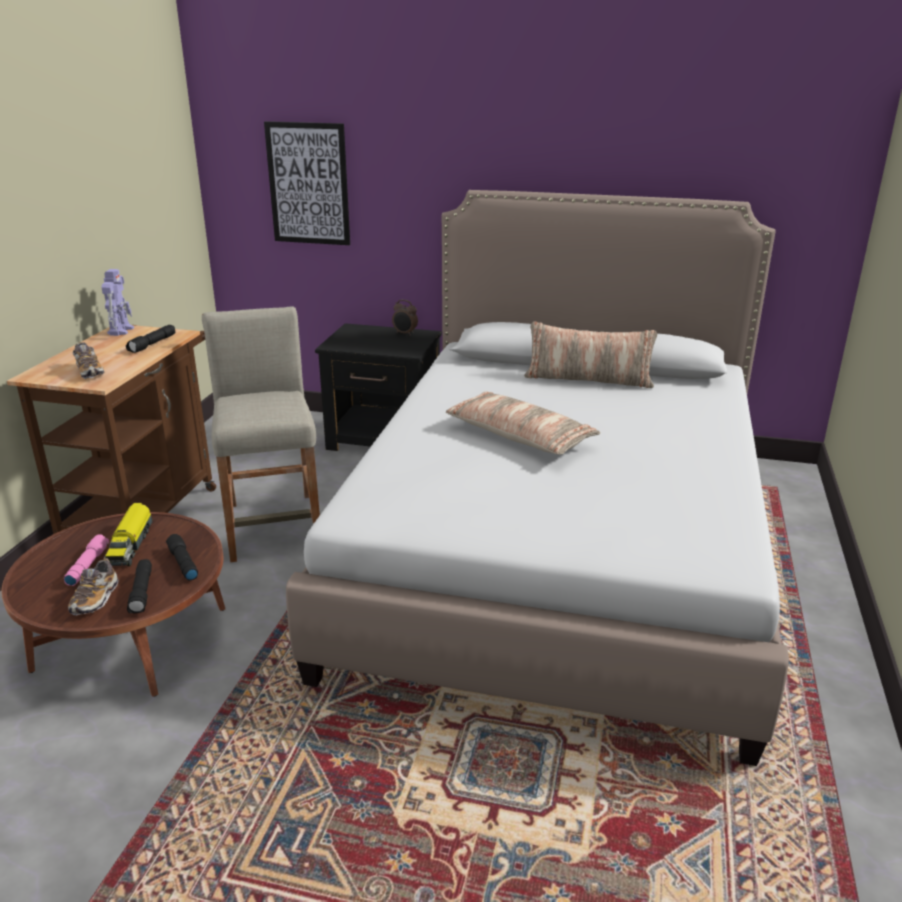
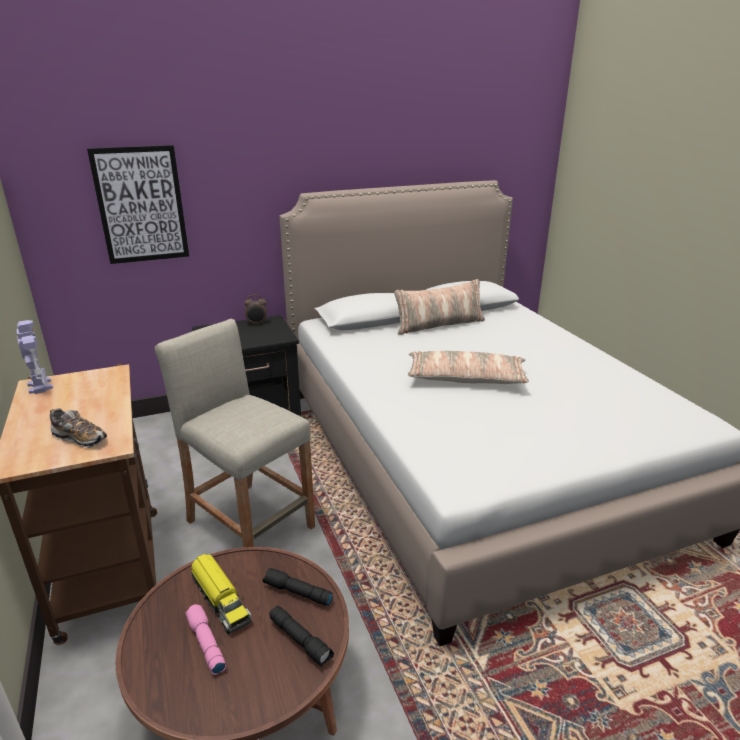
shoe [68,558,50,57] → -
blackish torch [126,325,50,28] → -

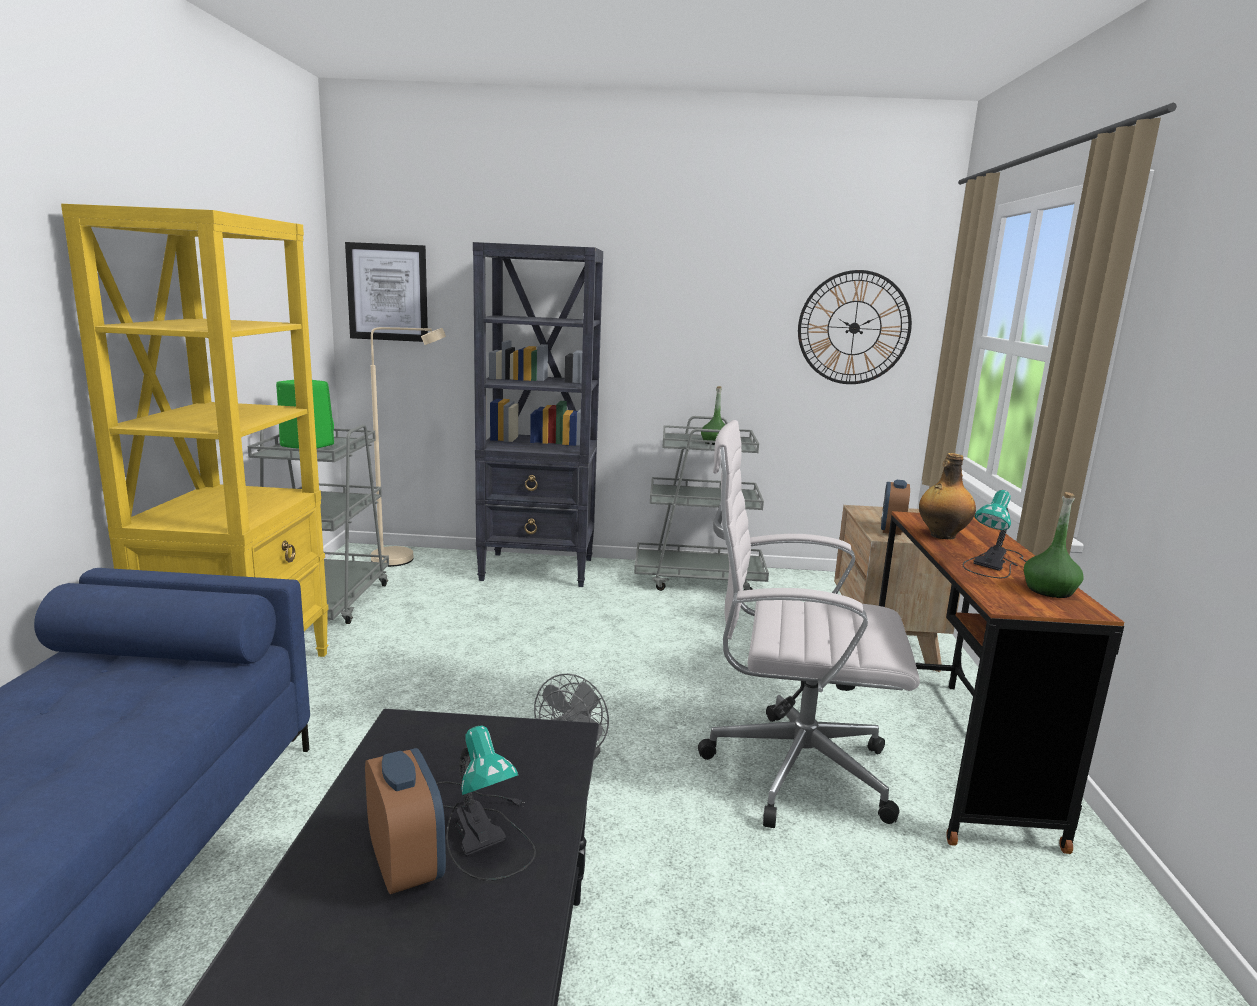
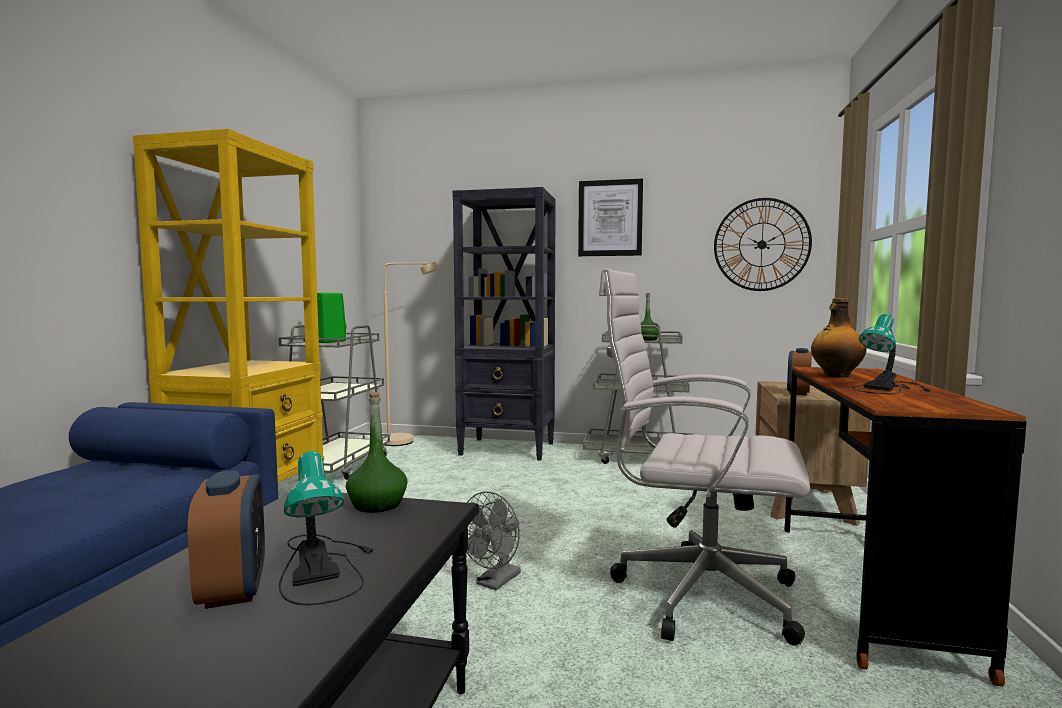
wall art [345,242,83,100] → wall art [578,179,65,77], moved
greenish drink bottle [1024,492,60,106] → greenish drink bottle [346,392,61,121], moved

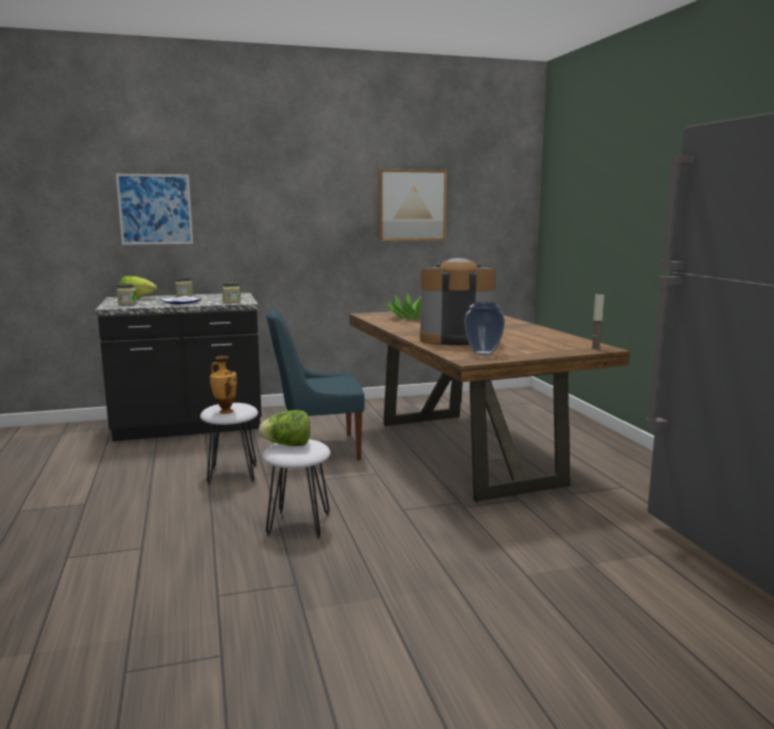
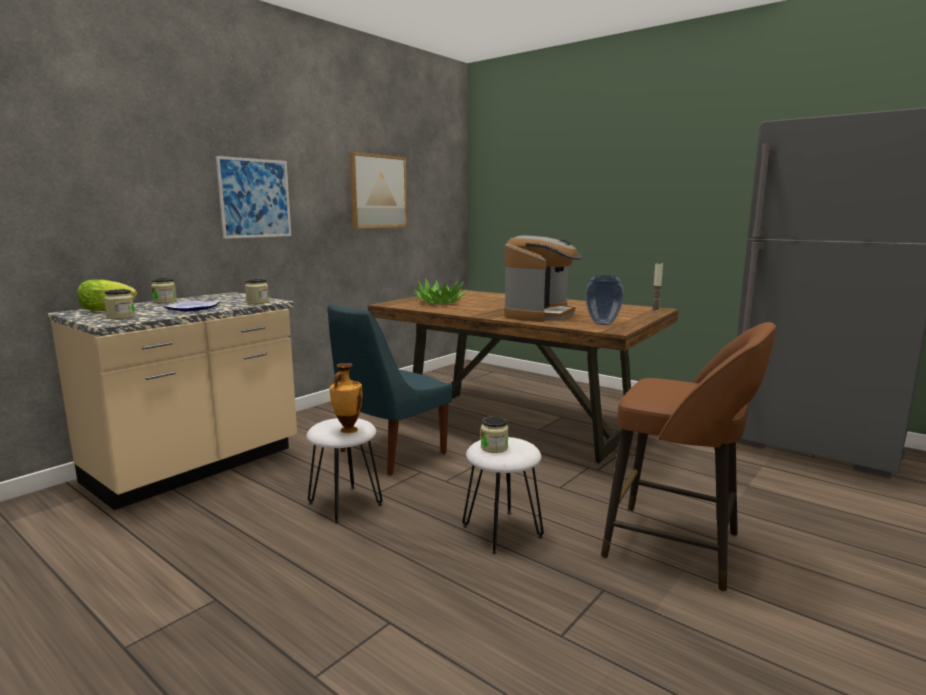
blackish counter [95,293,167,148] → sand-coloured counter [48,292,249,218]
wall art [116,174,77,71] → wall art [216,156,75,83], moved
head of lettuce [259,410,51,36] → storage jar [481,416,28,37]
coffee machine [420,258,76,87] → coffee machine [504,236,78,86], 150 degrees clockwise
- → brown-coloured stool [601,322,175,270]

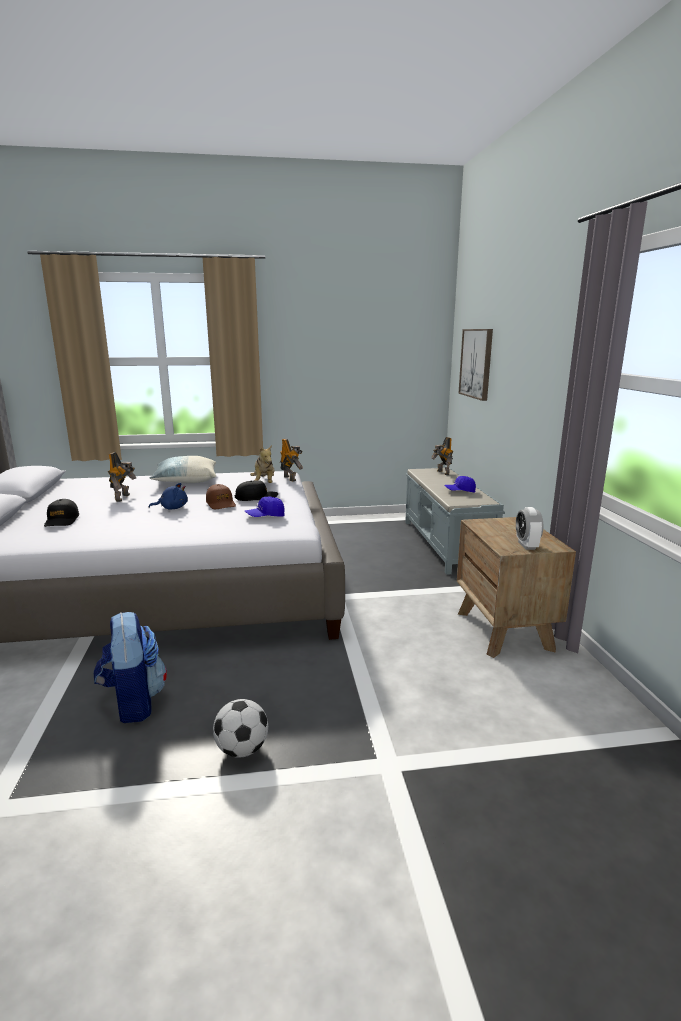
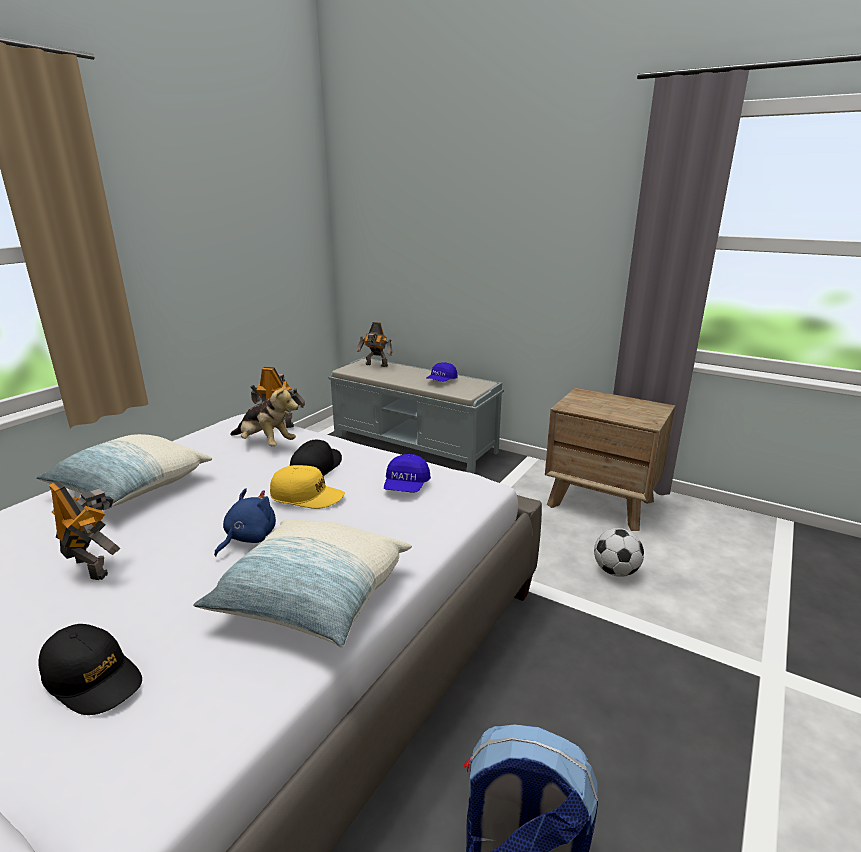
brown-coloured baseball cap [206,484,30,25] → yellowish baseball cap [270,465,75,44]
football ball [213,699,55,59] → football ball [594,528,50,49], moved
wall art [458,329,35,72] → -
bedside clock [516,507,27,43] → -
- → pillow [193,519,219,128]

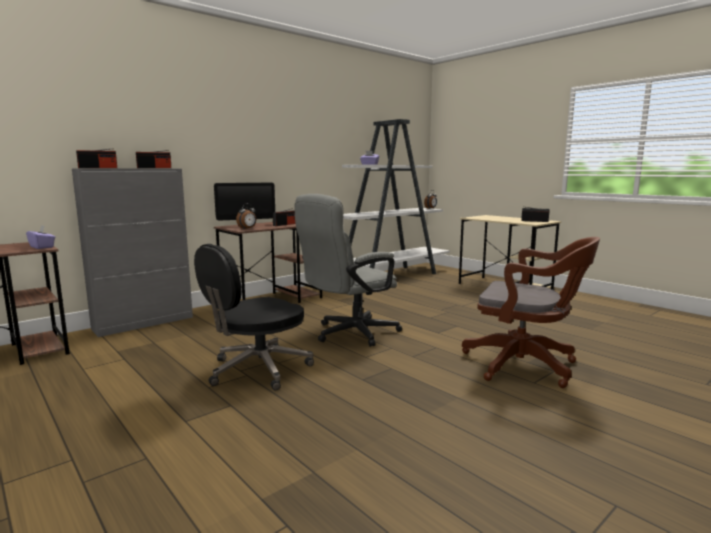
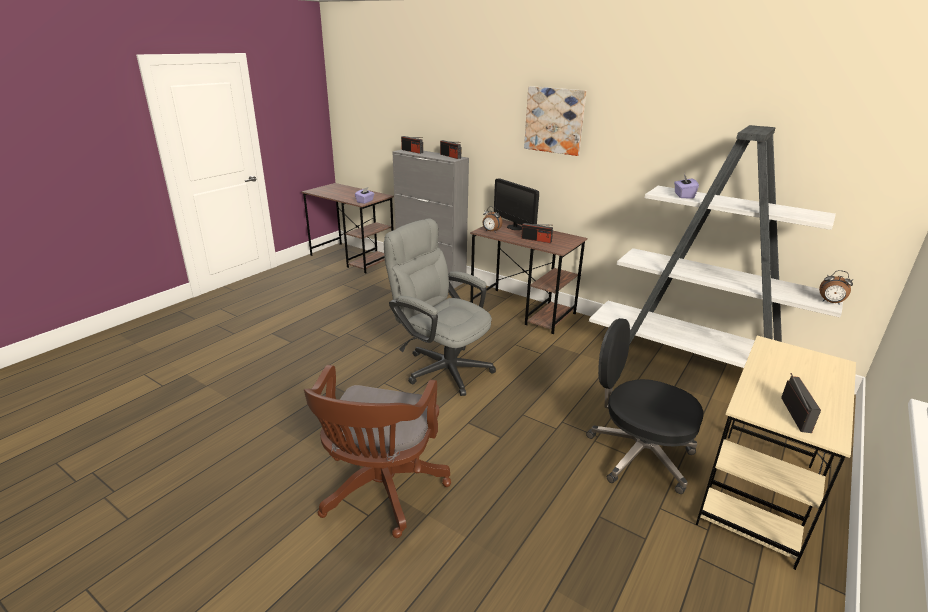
blackish computer chair [194,244,120,146] → blackish computer chair [586,318,117,176], moved
- → wall art [524,86,62,70]

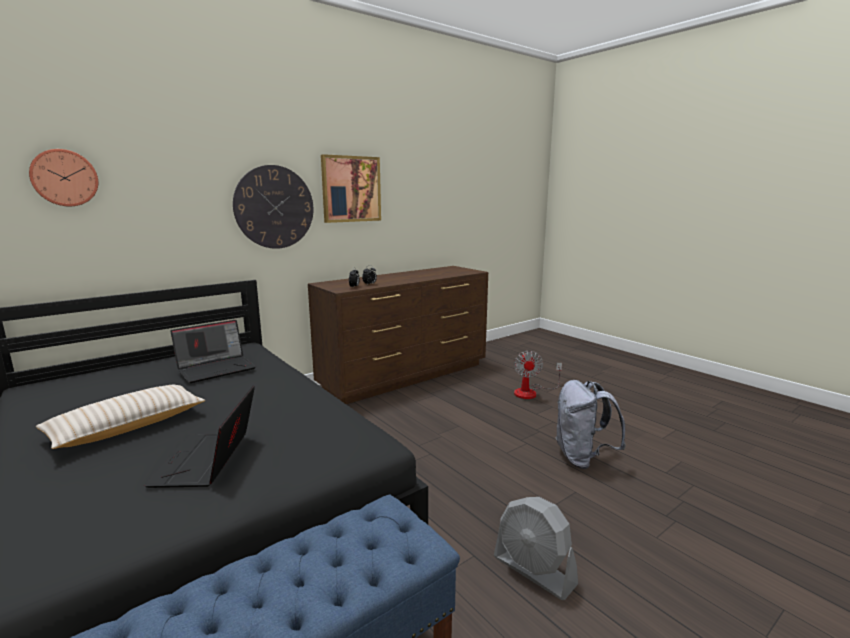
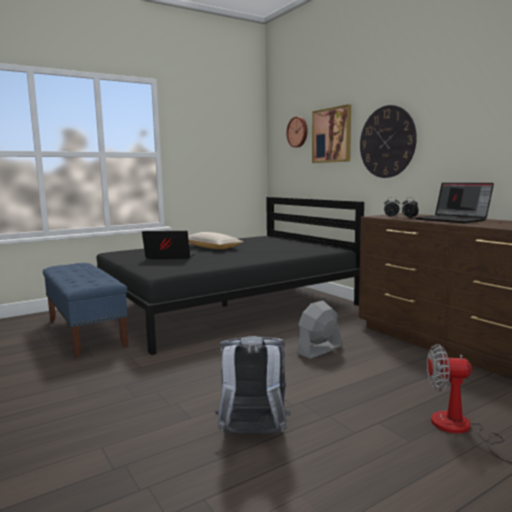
portable computer [170,320,86,63] → portable computer [415,183,79,40], moved
wall art [321,154,60,69] → wall art [312,104,39,59], moved
grey electric fan [494,497,84,103] → grey electric fan [297,301,45,58], moved

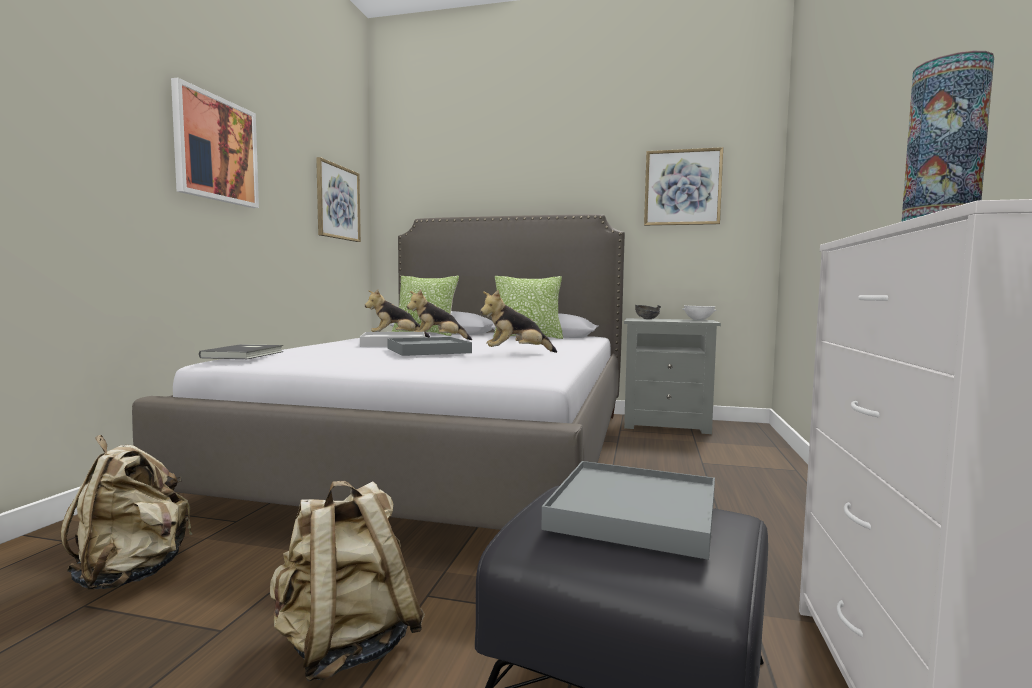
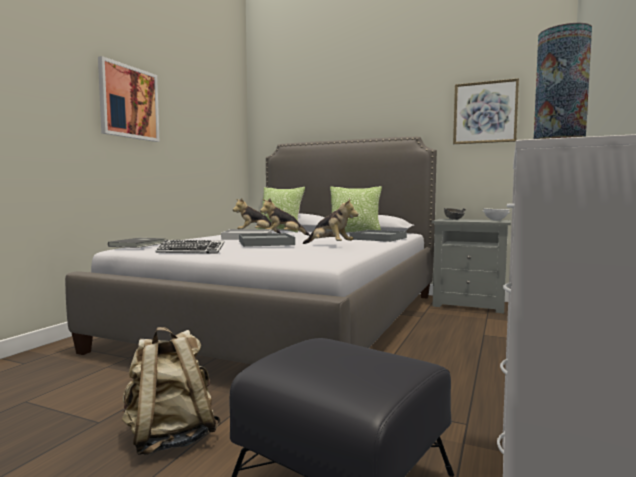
sand-coloured backpack [60,435,132,154] → -
wall art [316,157,45,85] → -
soft toy [480,290,77,63] → soft toy [303,198,55,46], 135 degrees counterclockwise
grey serving tray [541,461,174,99] → grey serving tray [349,230,58,12], moved
- → computer keyboard [155,240,70,14]

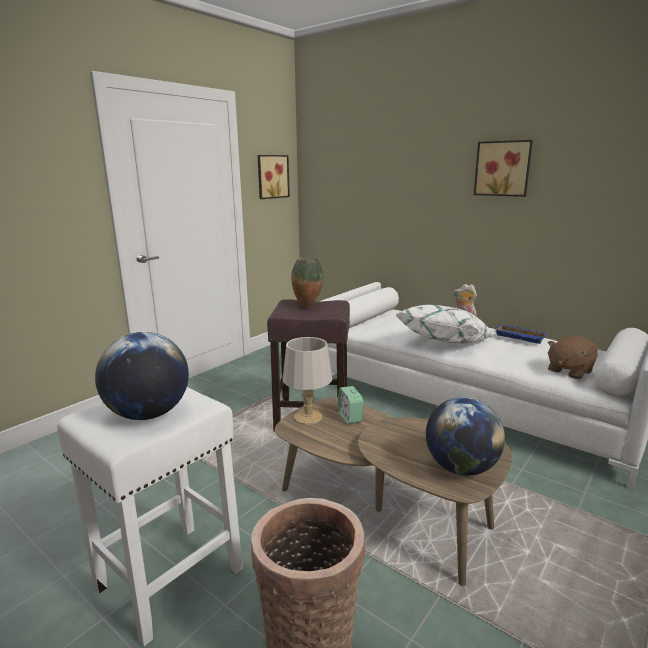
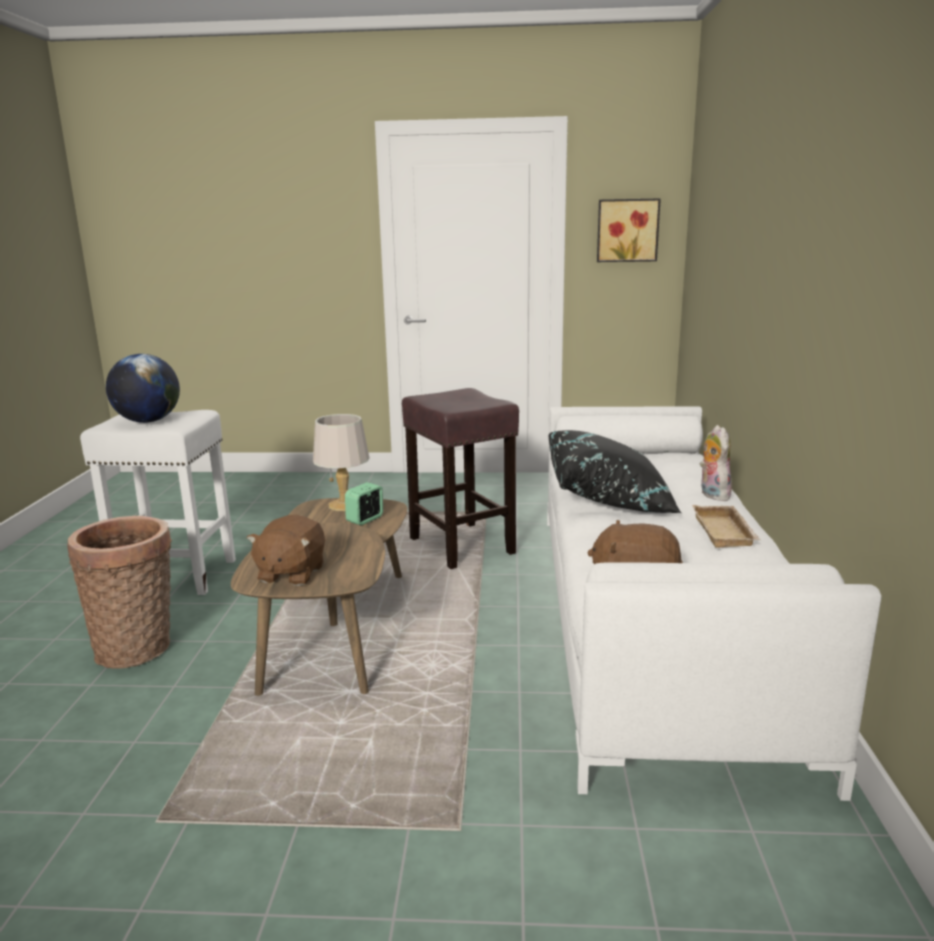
decorative vase [291,258,32,50] → -
white pillow [395,305,102,39] → blackish pillow [548,430,133,83]
globe [426,397,79,79] → brown-coloured soft toy [247,514,78,72]
wall art [474,140,59,57] → -
blue-coloured serving tray [495,324,52,20] → sand-coloured serving tray [692,505,68,43]

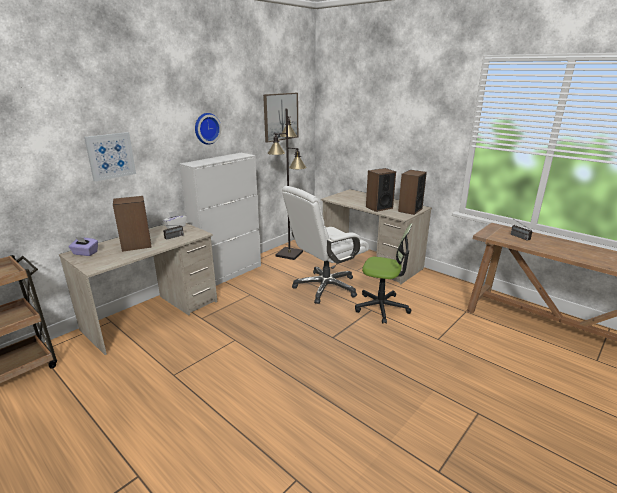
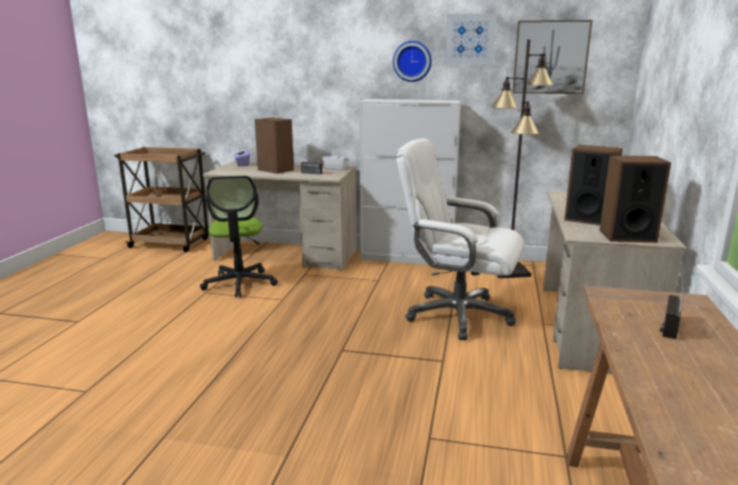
wall art [84,132,52,49] → wall art [445,13,51,51], moved
computer chair [355,223,57,101] → computer chair [200,176,78,122], moved

